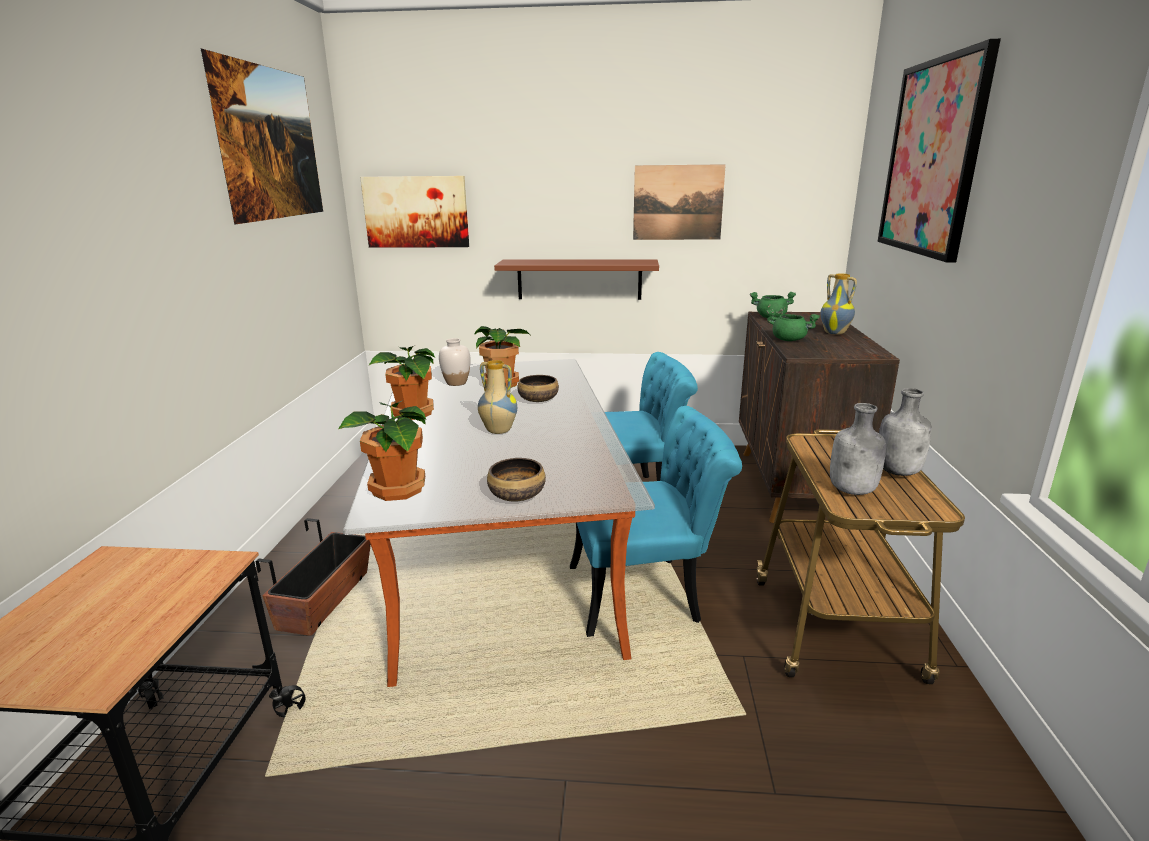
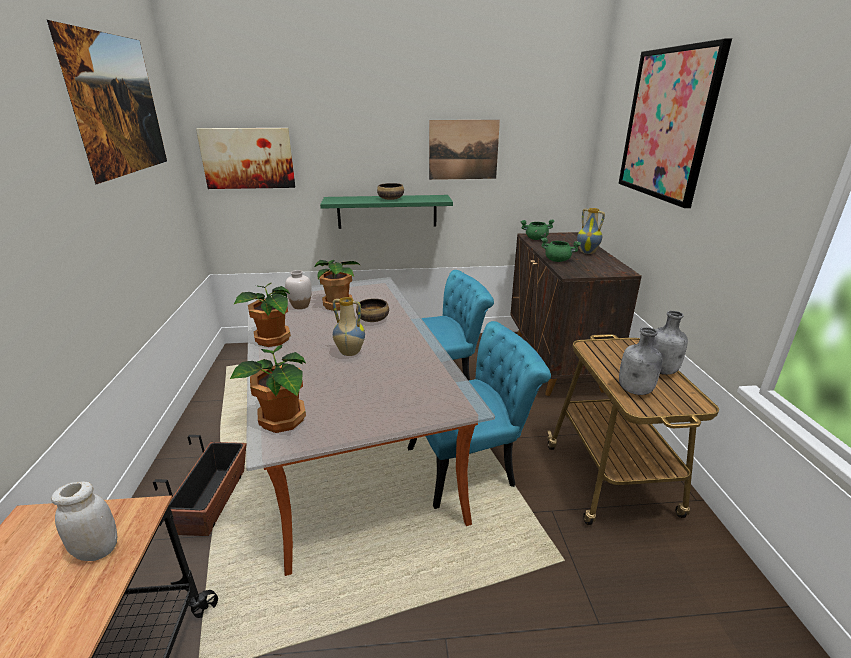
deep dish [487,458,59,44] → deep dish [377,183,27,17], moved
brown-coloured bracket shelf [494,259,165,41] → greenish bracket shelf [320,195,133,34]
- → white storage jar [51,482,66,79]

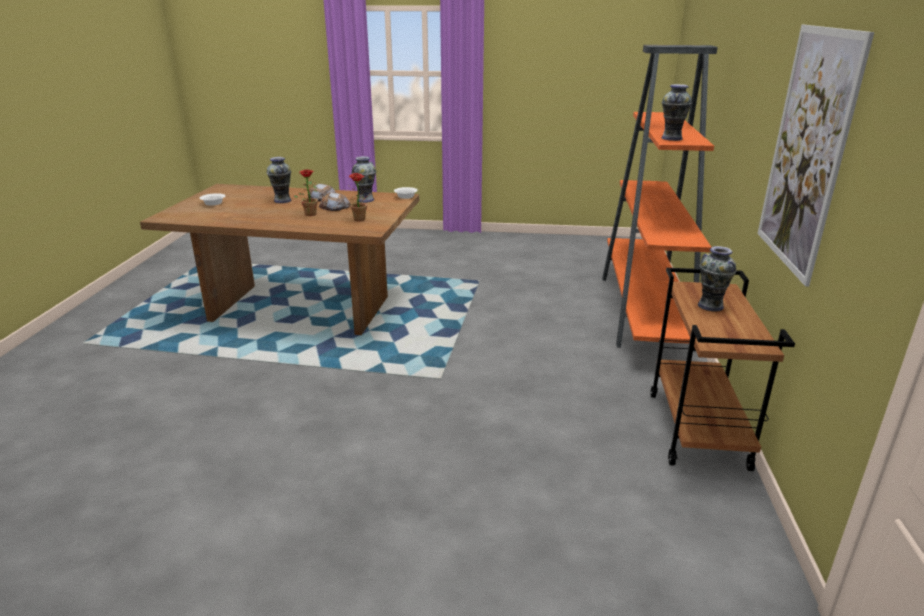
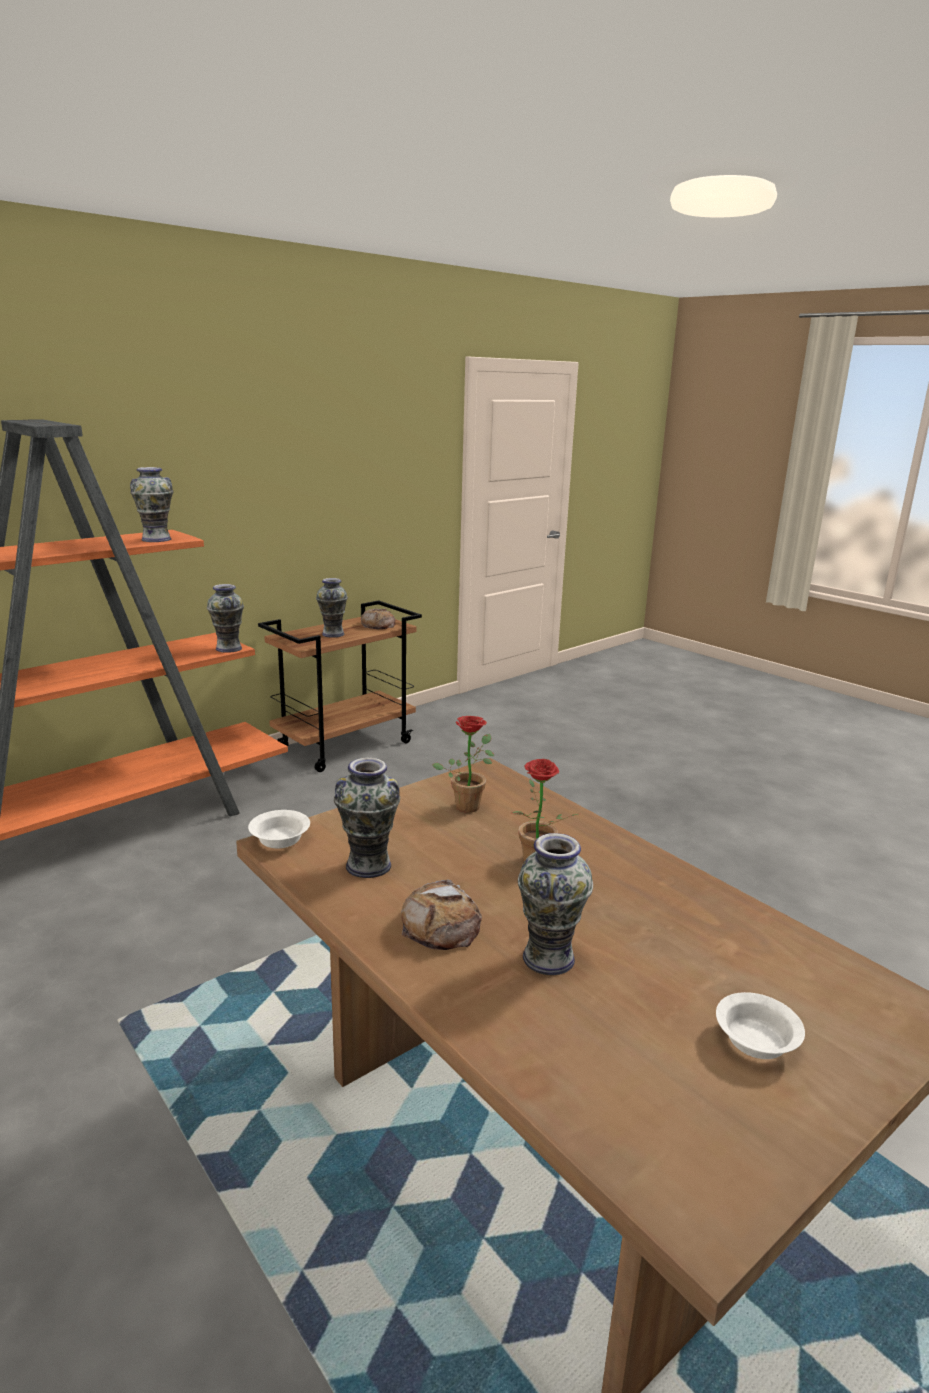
baked bread [319,192,32,19] → baked bread [361,608,34,21], moved
wall art [757,25,117,262] → -
- → decorative vase [207,584,37,69]

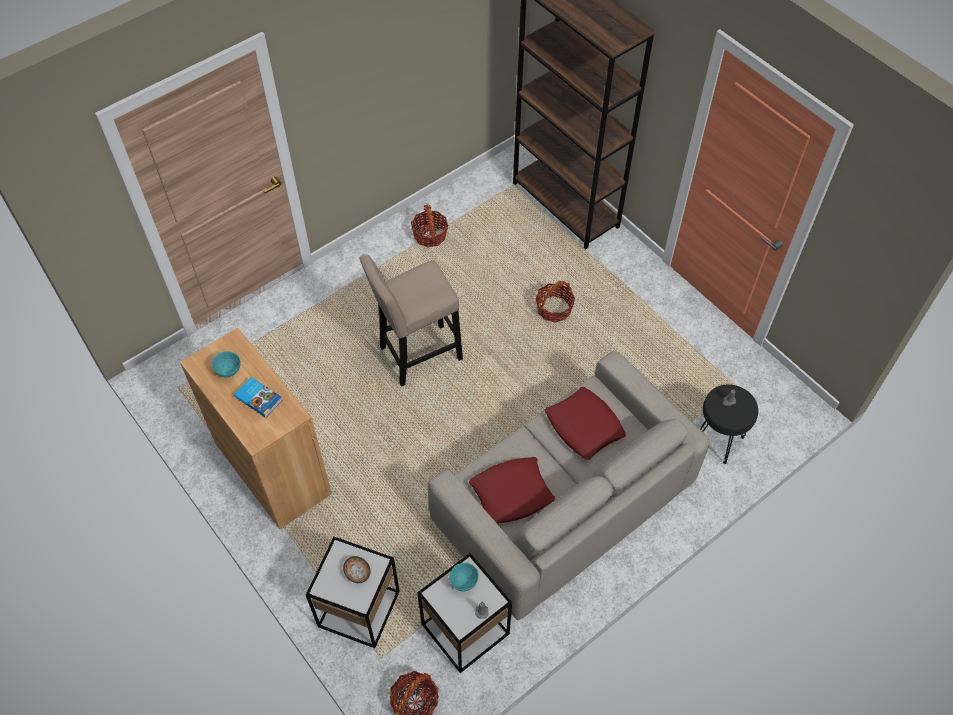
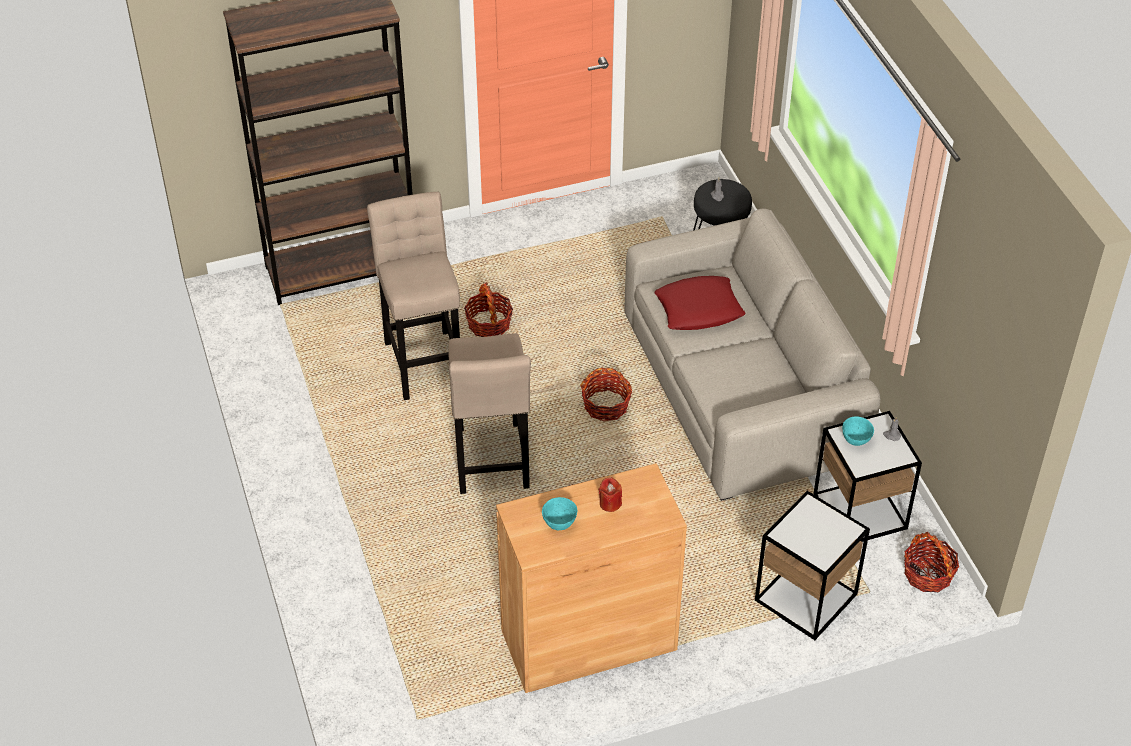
bound book [234,377,48,41] → red-coloured wax light [598,477,24,35]
deep dish [343,556,28,27] → -
basket [411,205,37,42] → basket [580,368,52,54], moved
red-coloured pillow [469,457,86,67] → -
- → sand-coloured stool [367,192,93,208]

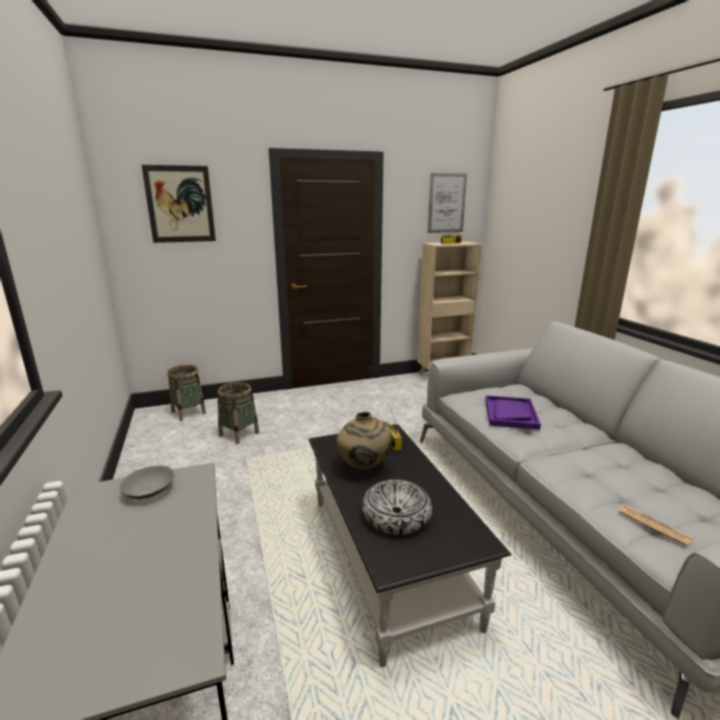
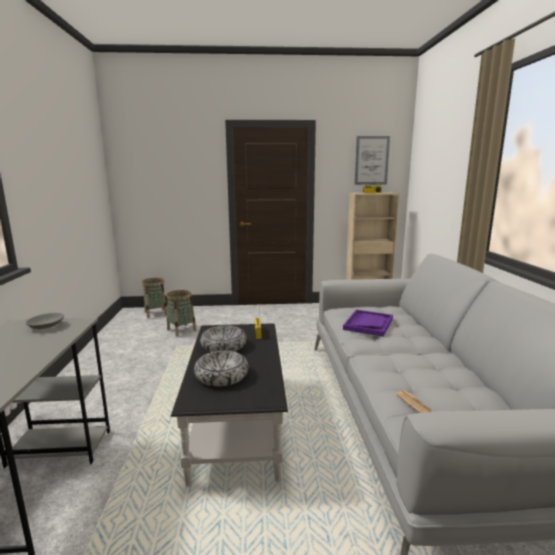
wall art [142,165,74,78] → -
sand-coloured decorative vase [336,412,57,57] → deep dish [200,325,47,27]

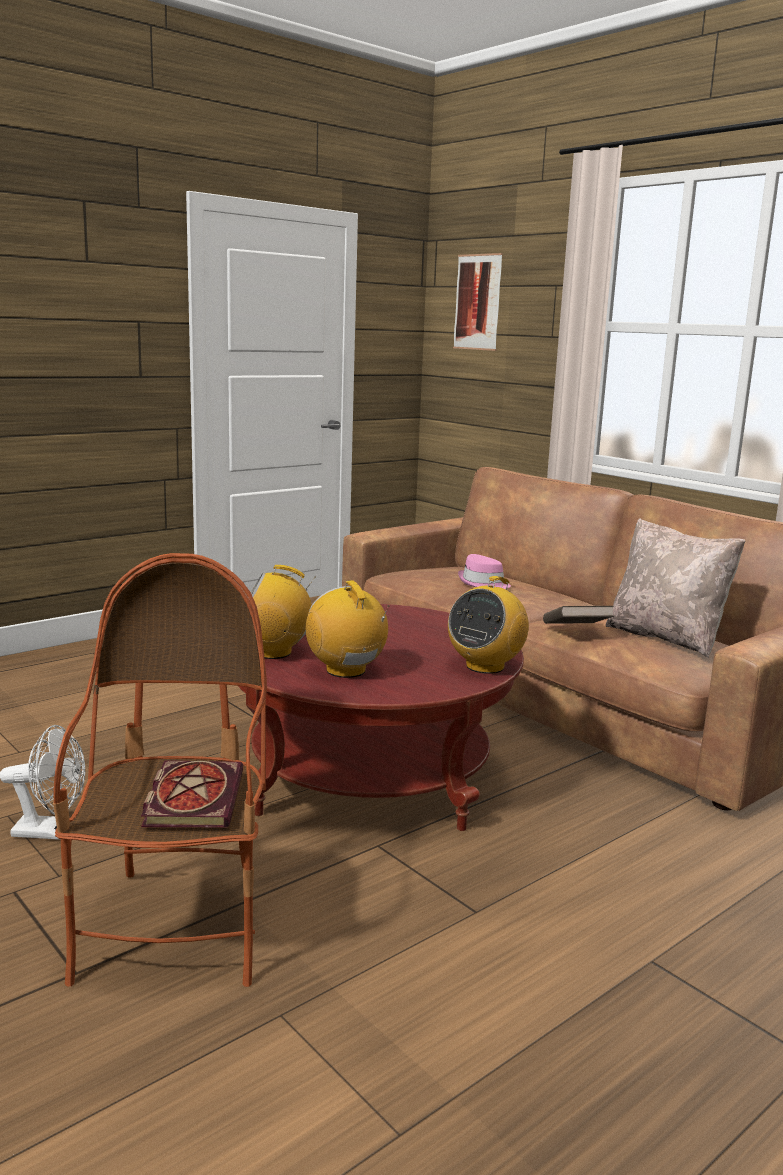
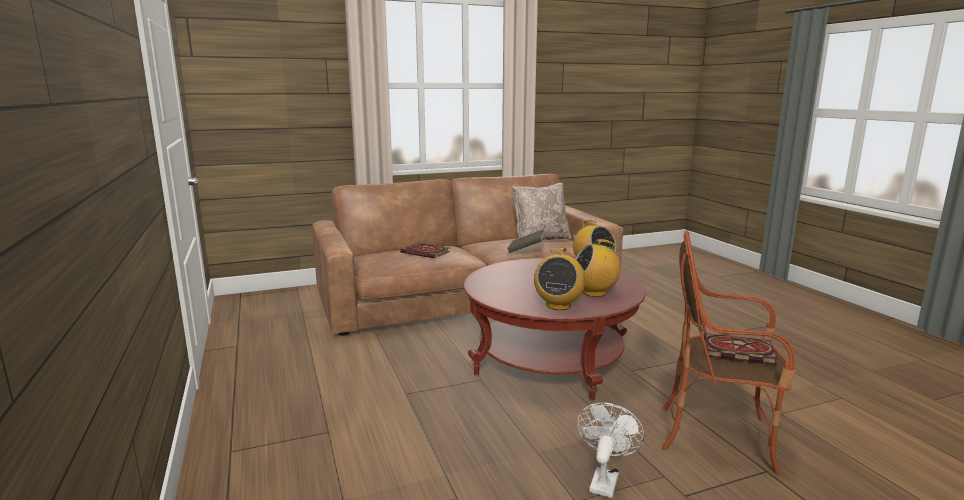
wall art [453,253,50,98] → -
pink hat [458,554,53,35] → bound book [400,243,50,15]

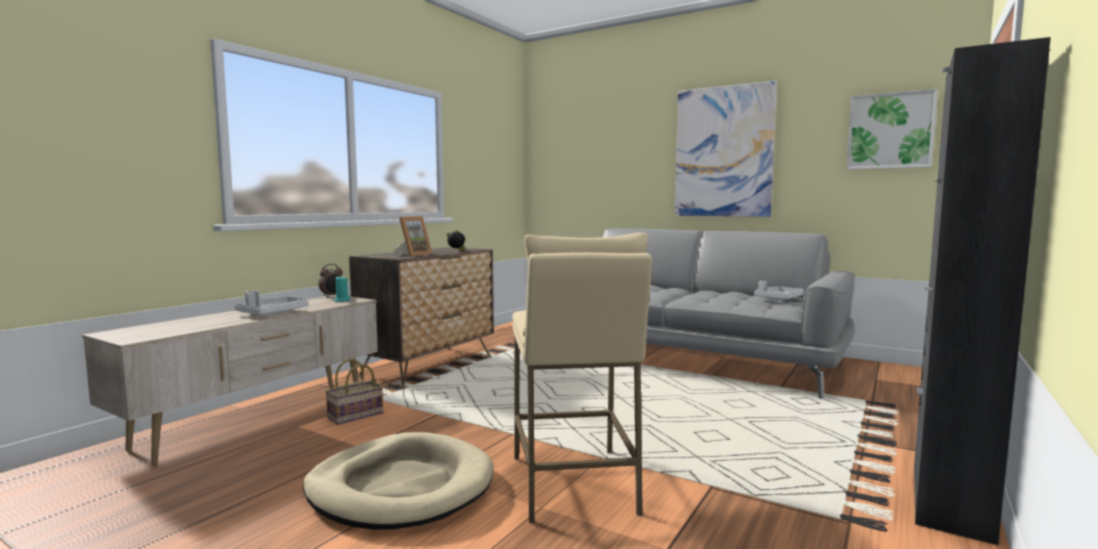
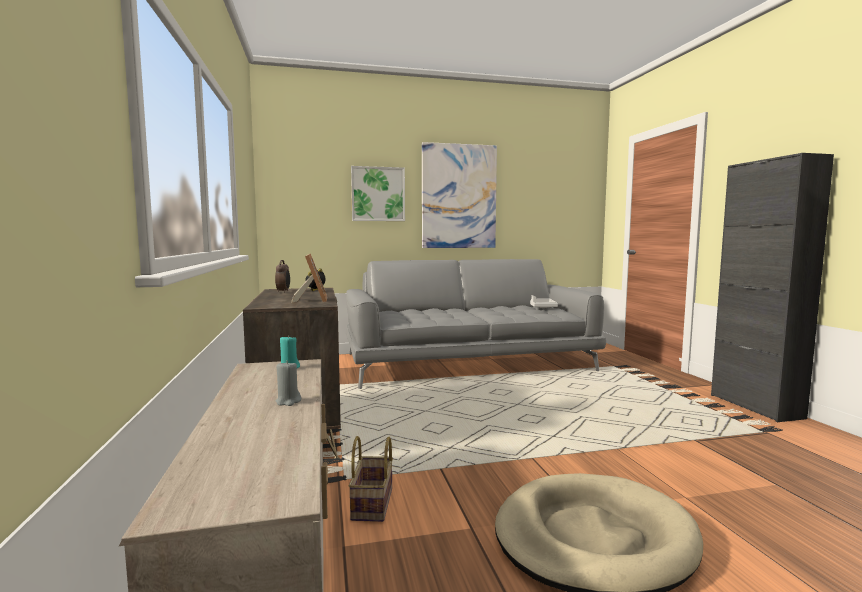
grey serving tray [235,290,74,25] → grey wax light [276,360,25,46]
bedside clock [318,264,25,33] → bedside clock [275,260,15,33], moved
sand-coloured stool [512,232,140,291] → -
wall art [846,89,92,81] → wall art [351,166,54,55], moved

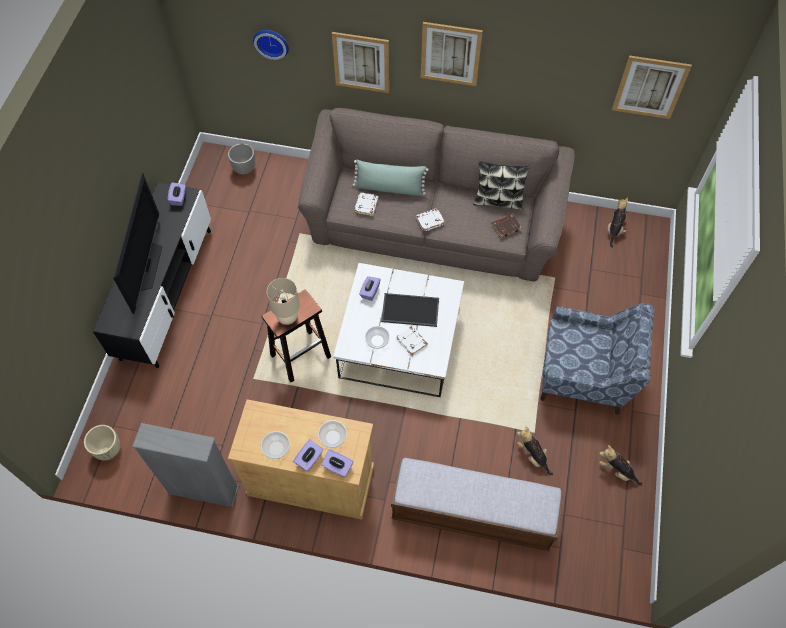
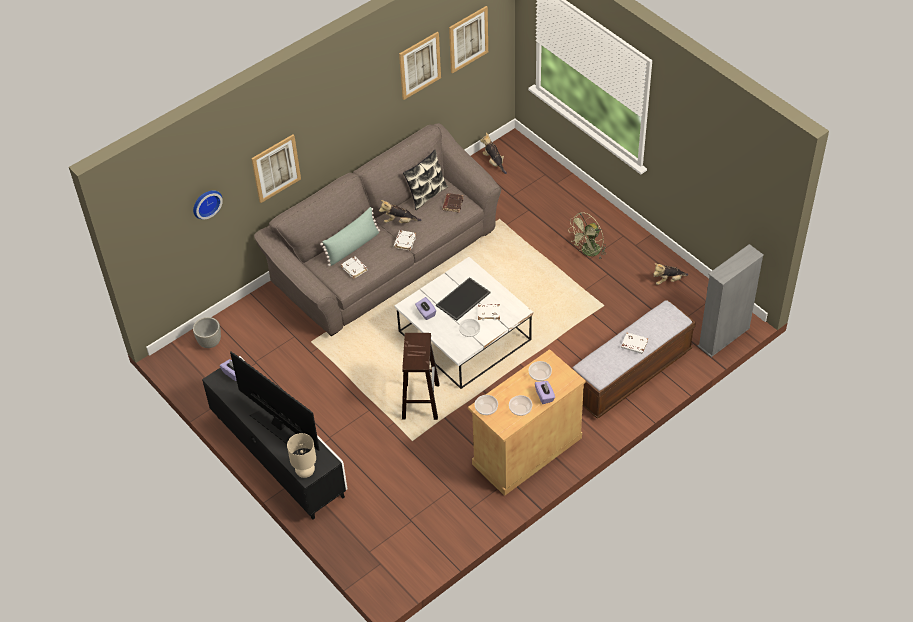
sand-coloured planter [84,425,36,36] → -
grey bookshelf [132,423,107,84] → grey bookshelf [698,244,66,113], moved
sand-coloured tabletop lamp [267,278,33,47] → sand-coloured tabletop lamp [287,433,29,45], moved
purple-coloured box of tissues [321,449,32,28] → -
wall art [421,22,62,64] → wall art [399,32,42,68], moved
soft toy [517,426,36,49] → soft toy [379,200,43,23], moved
blue-coloured armchair [540,303,114,112] → greenish electric fan [568,212,38,47]
- → deep dish [475,395,23,20]
- → white bound book [621,333,27,21]

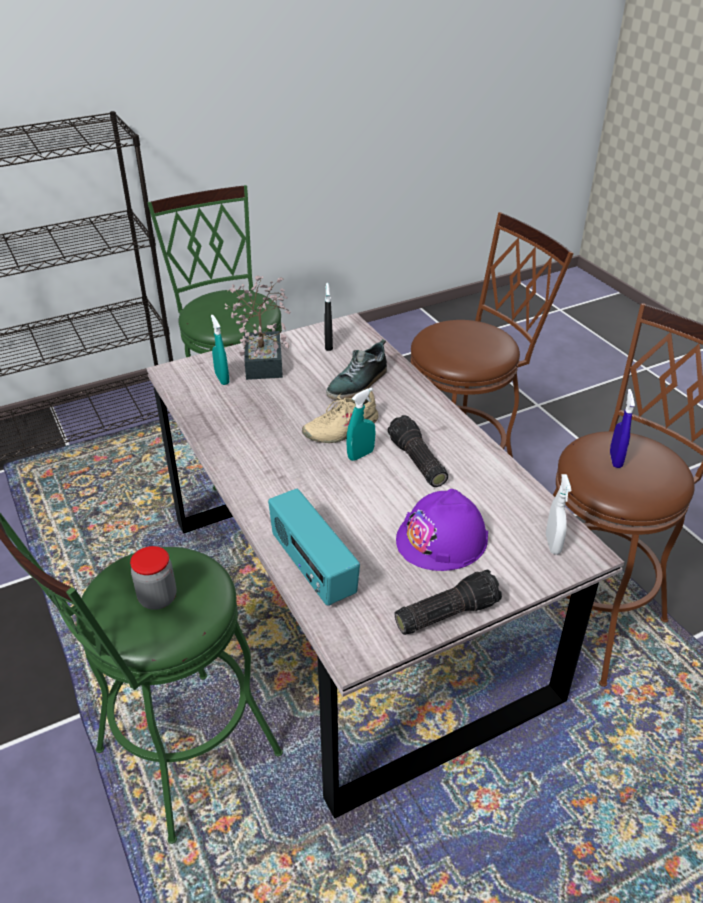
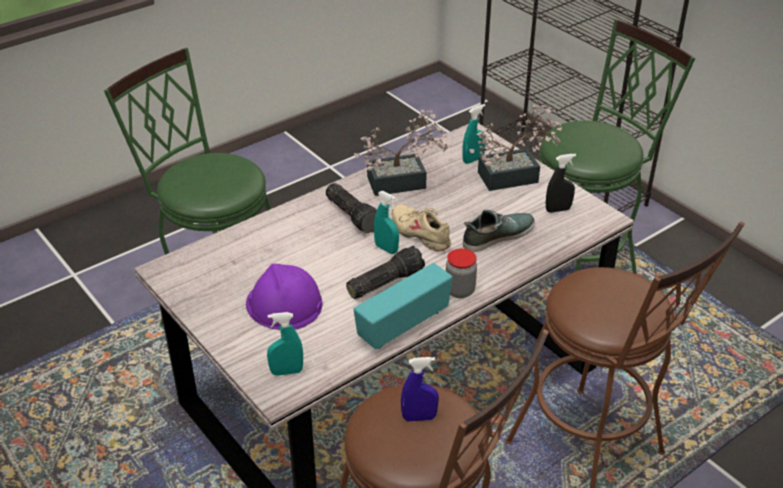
storage jar [130,546,46,64] → storage jar [446,249,31,49], moved
radio set [268,489,92,117] → radio set [353,263,99,86], moved
shoe [326,339,61,61] → shoe [463,209,72,43], 120 degrees clockwise
torch [394,570,108,65] → torch [326,183,51,50], moved
white hand sprayer [546,474,25,81] → blue-green hand sprayer [267,312,36,64]
- → potted plant [354,109,94,87]

